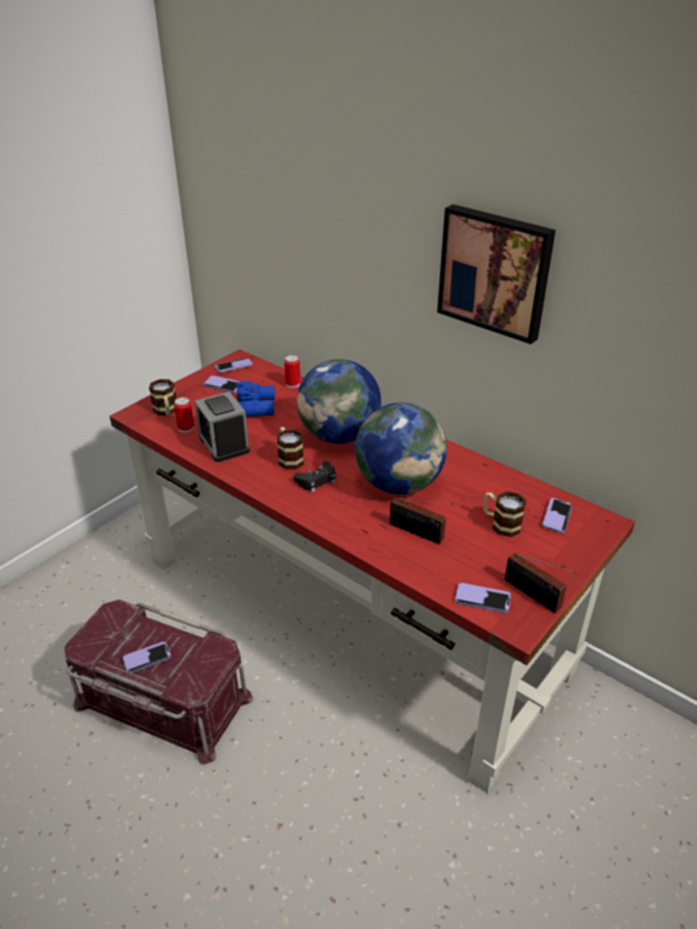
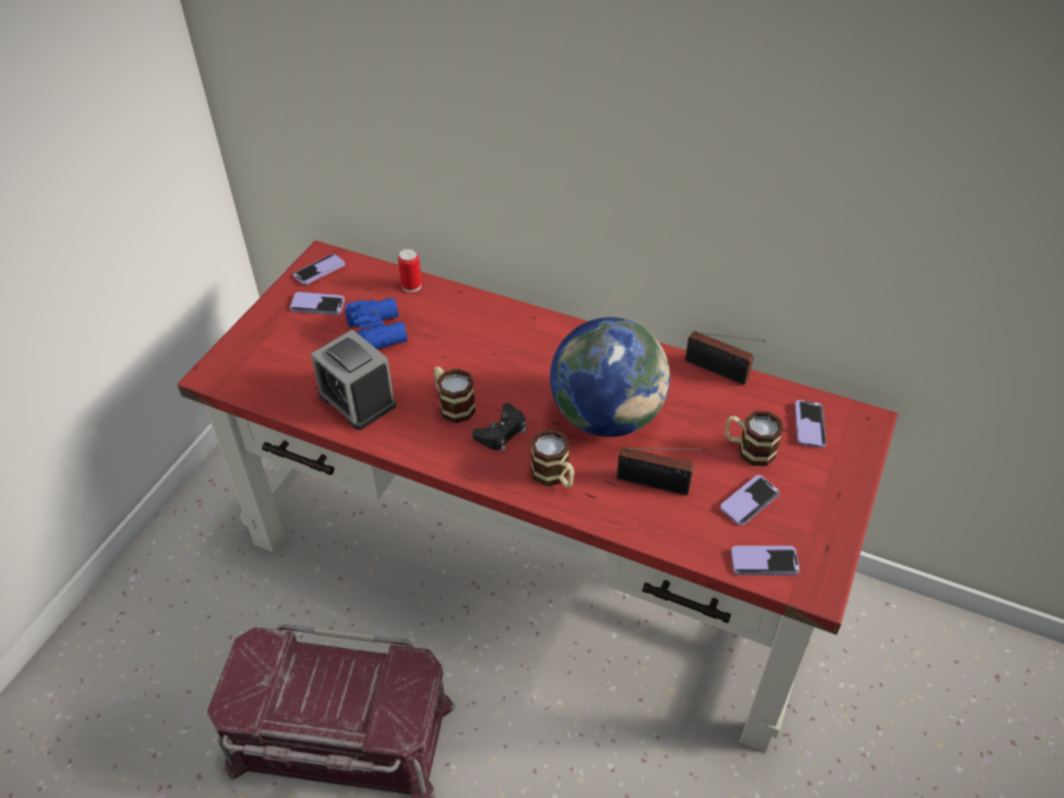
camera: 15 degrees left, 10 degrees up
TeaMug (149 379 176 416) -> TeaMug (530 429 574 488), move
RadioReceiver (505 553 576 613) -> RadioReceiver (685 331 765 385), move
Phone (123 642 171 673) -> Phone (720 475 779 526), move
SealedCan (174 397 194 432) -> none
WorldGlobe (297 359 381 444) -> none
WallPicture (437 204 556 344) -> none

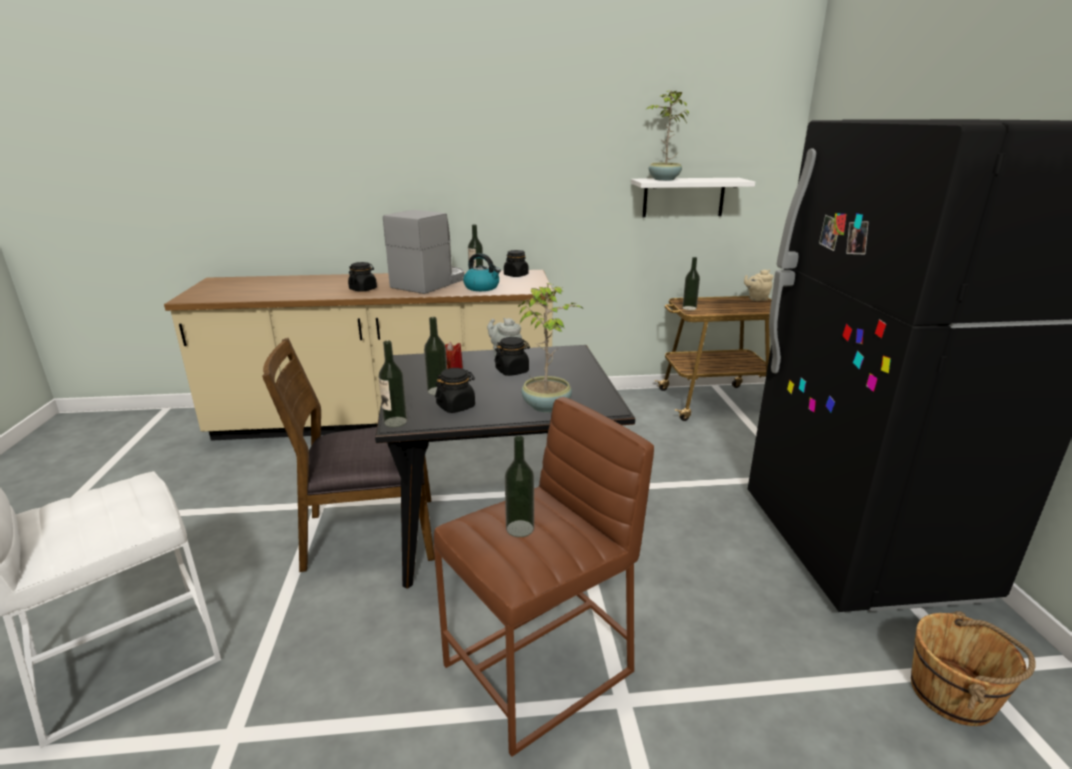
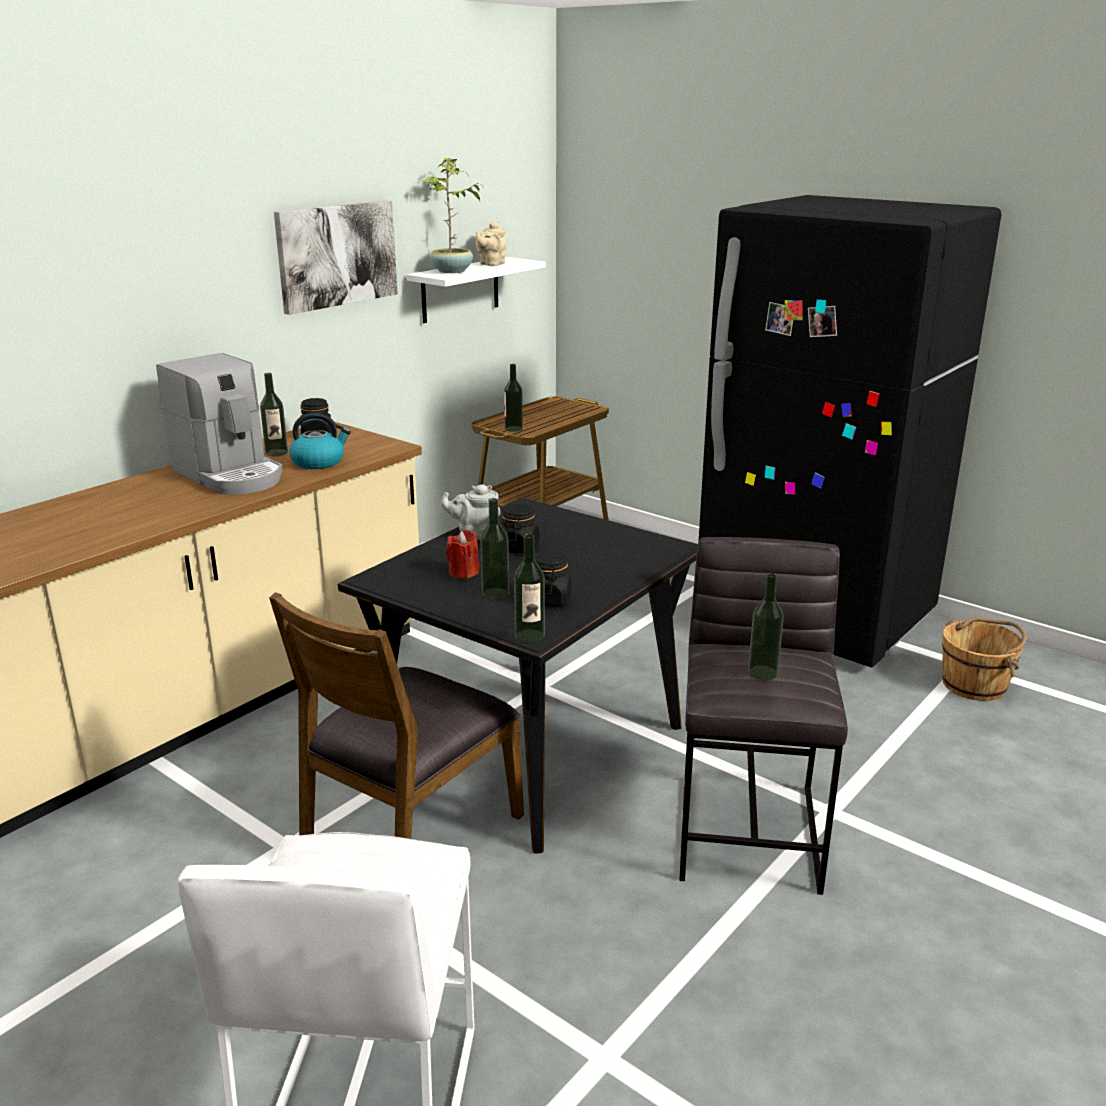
camera: 45 degrees left, 0 degrees up
CoffeeMaker (383 210 464 294) -> CoffeeMaker (156 353 283 495), 150 degrees clockwise
none -> WallPicture (274 200 398 315)
SandColouredTeaPot (744 270 773 301) -> SandColouredTeaPot (476 221 506 266), move
BrownStool (434 397 654 757) -> GreyStool (679 537 848 895)
BlackColouredPreserveJar (348 262 377 292) -> none
PlantInAPot (518 283 582 412) -> none

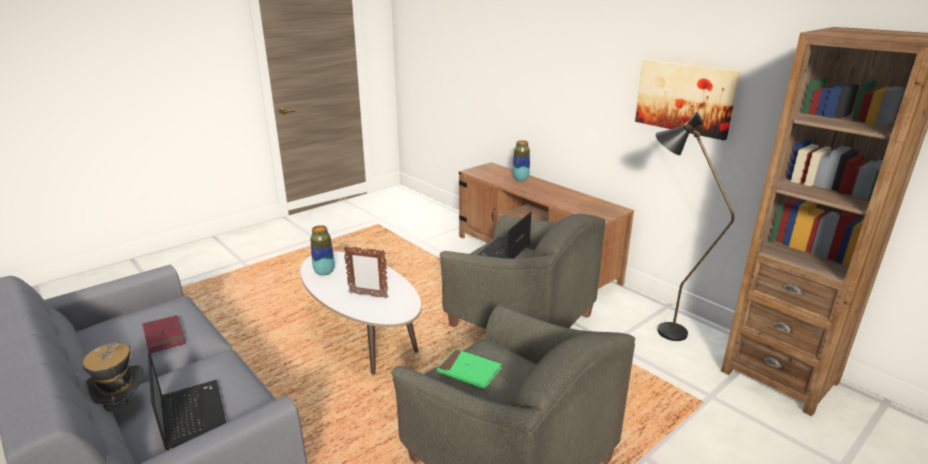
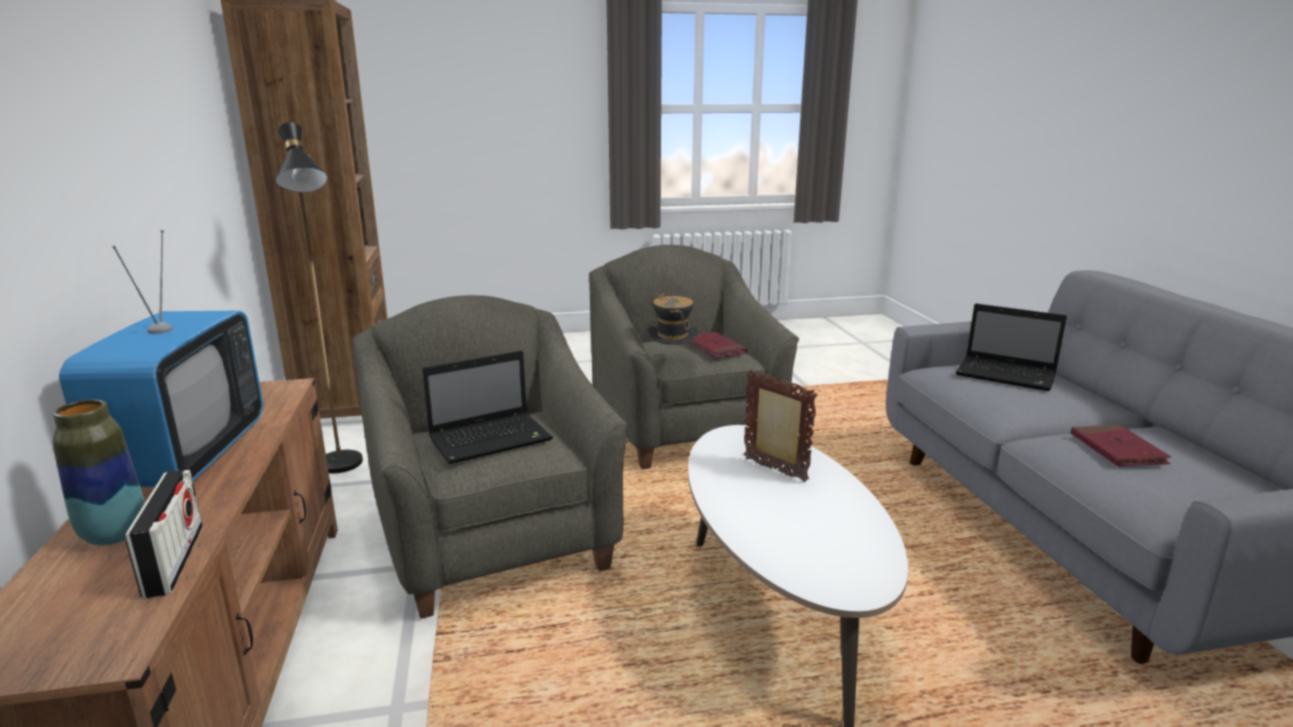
camera: 150 degrees left, 5 degrees down
none -> Tv (59 230 263 487)
none -> RadioReceiver (125 470 203 598)
ClothingHat (83 342 143 420) -> ClothingHat (647 293 699 354), move
GreenishBook (437 349 501 389) -> RedColouredBook (688 332 747 358)
Laptop (148 352 226 450) -> Laptop (956 304 1067 391), 60 degrees counterclockwise
Vase (311 225 335 276) -> none
WallPicture (635 59 740 140) -> none

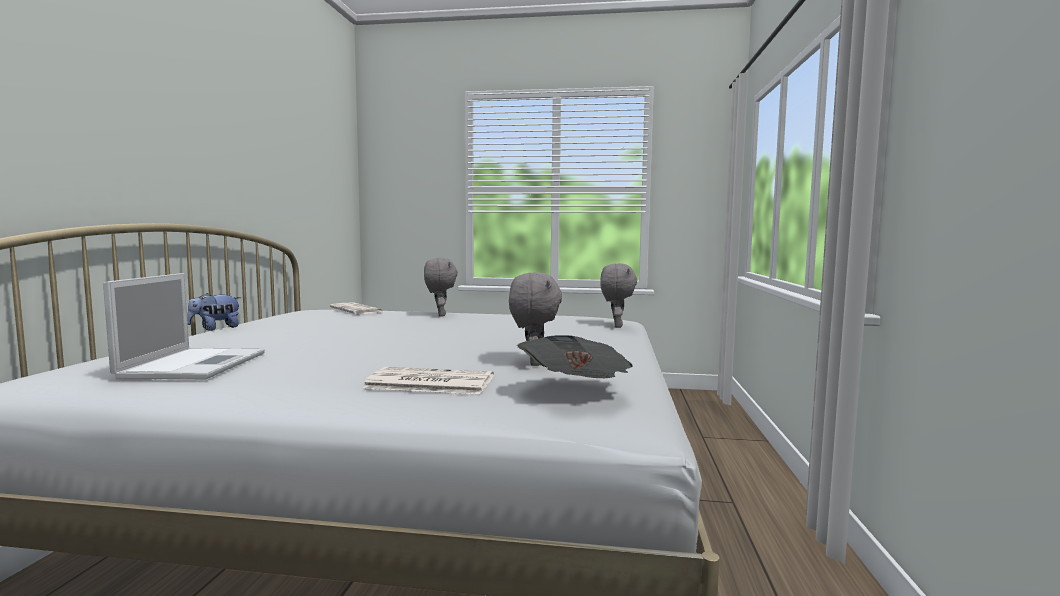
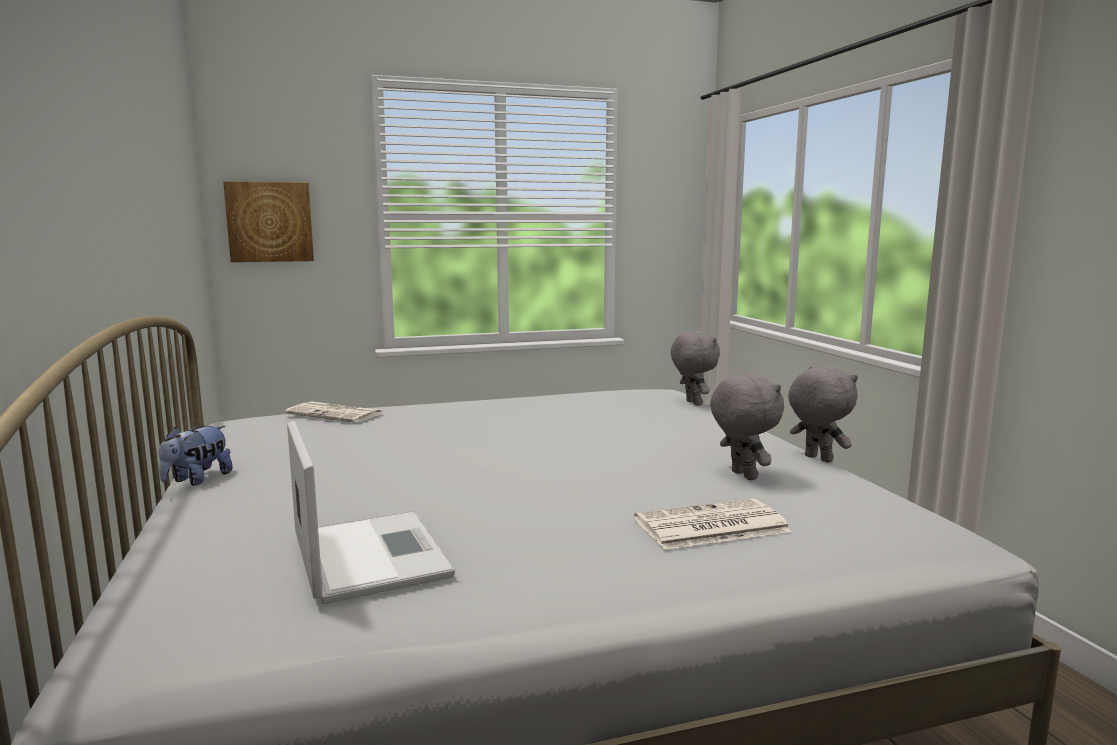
camera: 25 degrees left, 5 degrees up
none -> WallPicture (223 181 314 262)
GreyCuddlyToy (424 258 458 317) -> GreyCuddlyToy (788 366 858 463), move
Newspaper (517 335 633 378) -> none

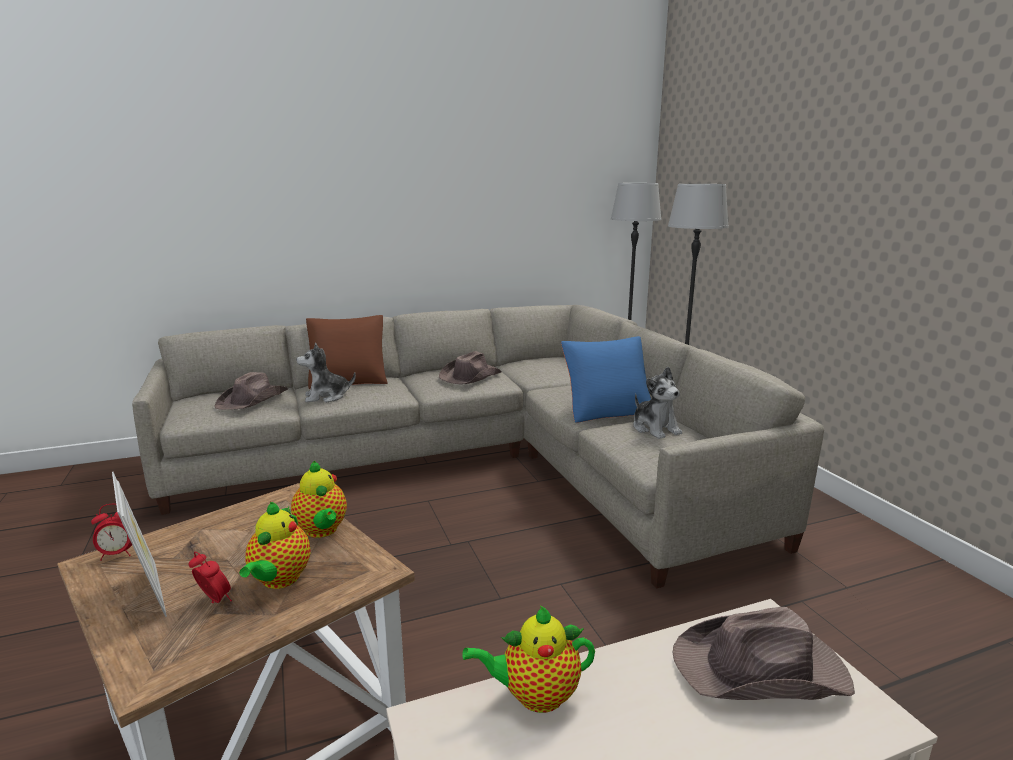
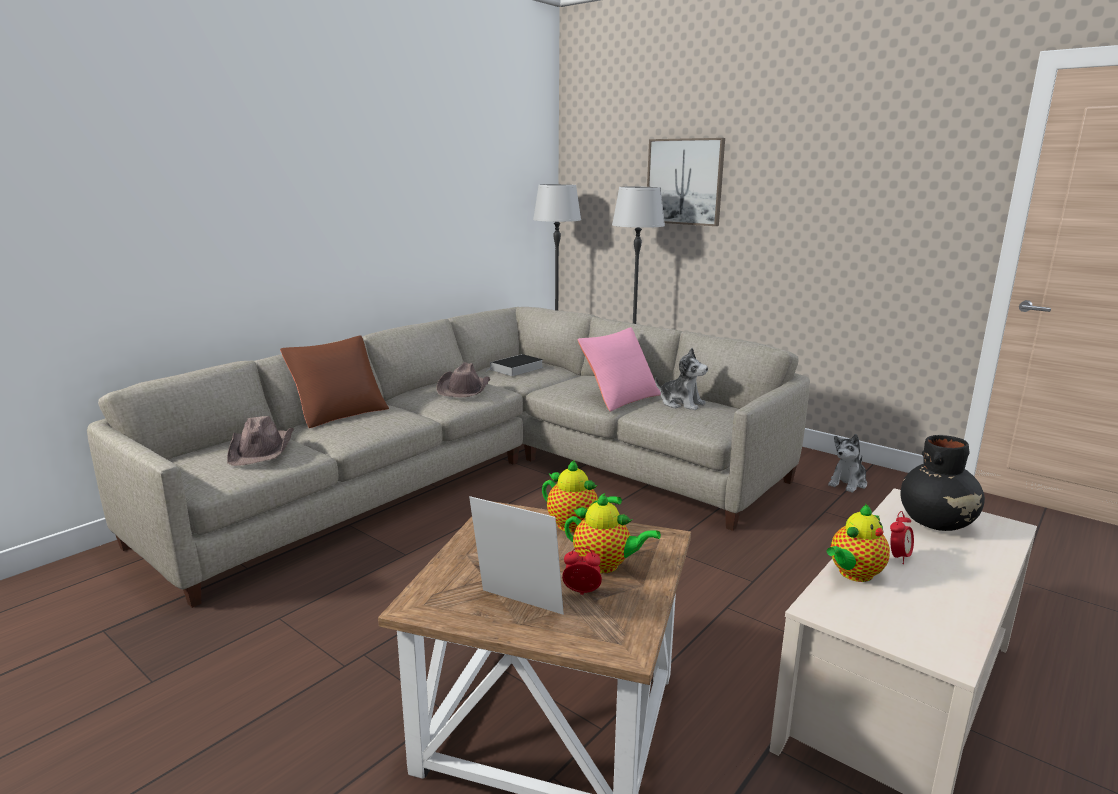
camera: 30 degrees left, 0 degrees up
none -> Book (486 354 543 376)
TeaPot (239 502 310 589) -> TeaPot (564 493 661 573), 45 degrees counterclockwise
BluishPillow (561 336 651 423) -> PinkColouredPillow (578 327 661 412)
none -> WallPicture (647 138 725 226)
CuddlyToy (296 343 356 402) -> CuddlyToy (828 434 867 493), move
AlarmClock (91 504 132 561) -> AlarmClock (890 511 914 564), move
BrownClothingHat (673 607 855 700) -> BlackColouredVase (900 435 985 531)

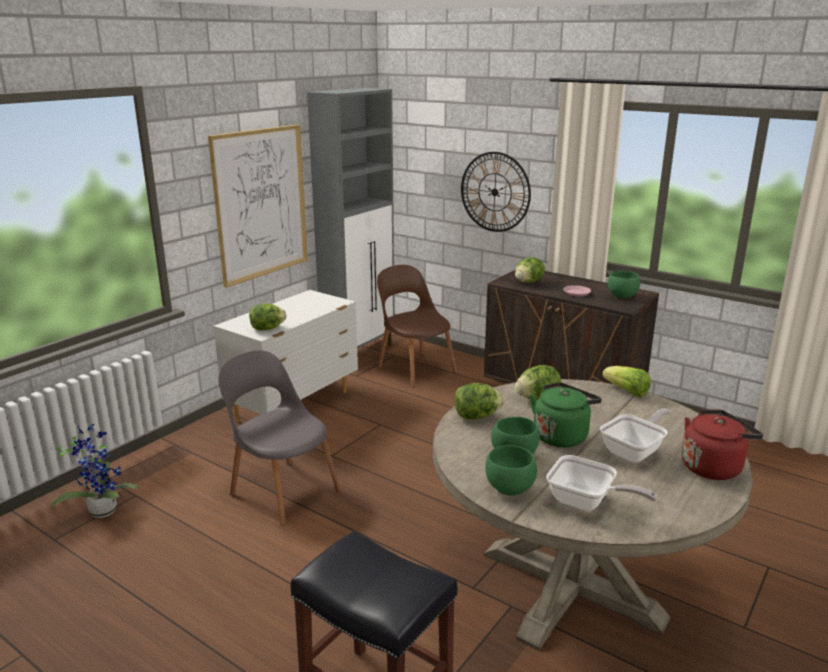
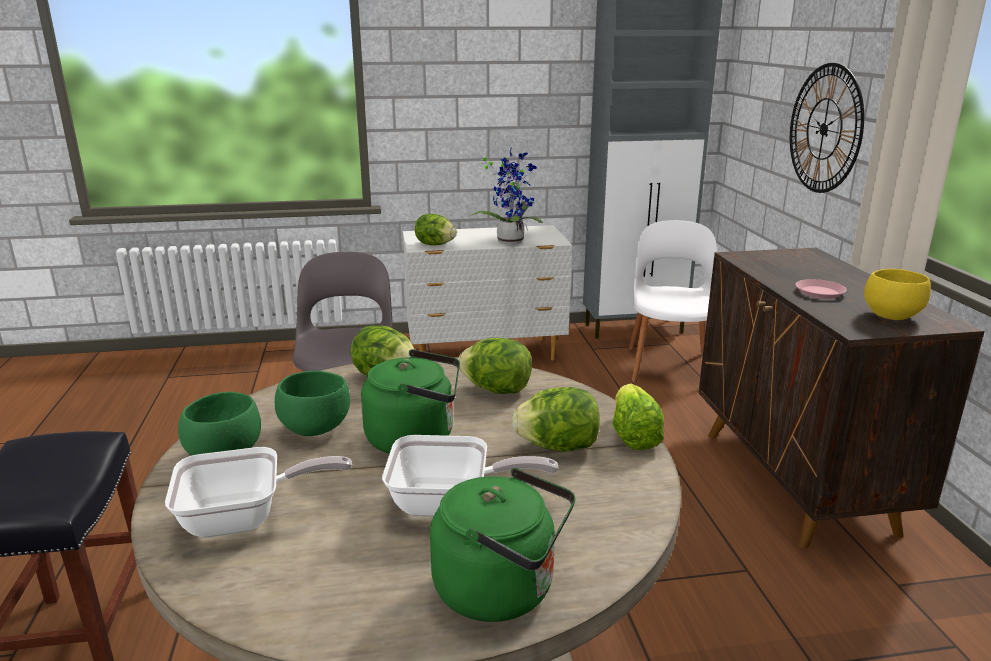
camera: 45 degrees right, 0 degrees up
Pan (546 455 657 511) -> Pan (165 447 352 538), 90 degrees counterclockwise
RedColouredWaterKettle (682 409 763 480) -> GreenishWaterKettle (430 468 575 622)
PlantInAPot (51 423 138 518) -> PlantInAPot (469 147 543 244), move
LettuceHead (515 258 545 283) -> LettuceHead (512 387 600 452), move
BrownUprightChair (377 265 457 387) -> WhitishUprightChair (629 220 717 382)
GreenishServingBowl (608 271 640 298) -> YellowishServingBowl (864 269 931 320)
WallPicture (208 125 308 287) -> none

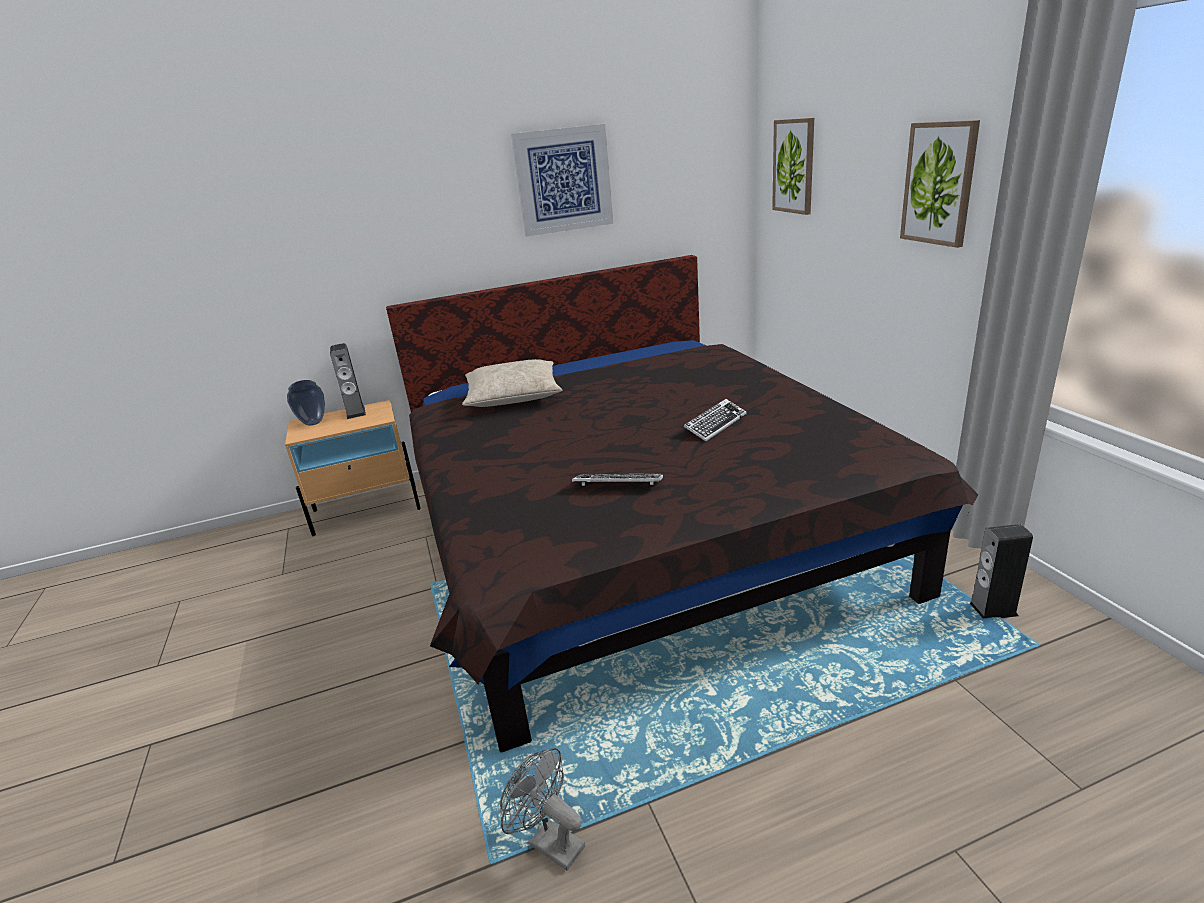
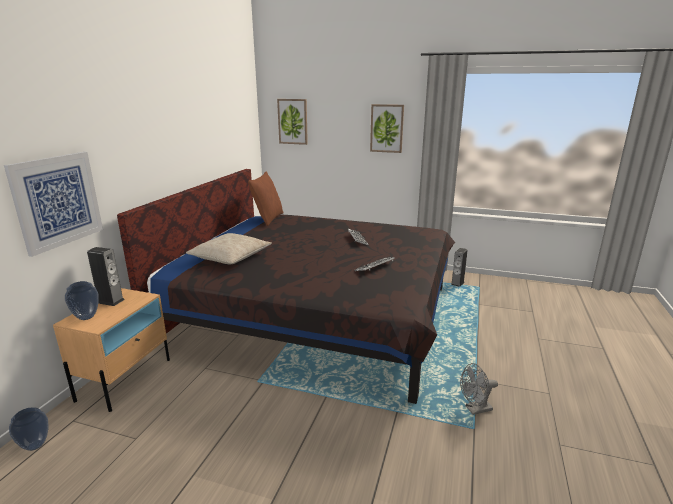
camera: 55 degrees left, 5 degrees down
WallPicture (511 124 613 237) -> WallPicture (4 152 103 257), move
none -> Vase (9 407 49 451)
none -> BrownPillow (248 172 284 226)

